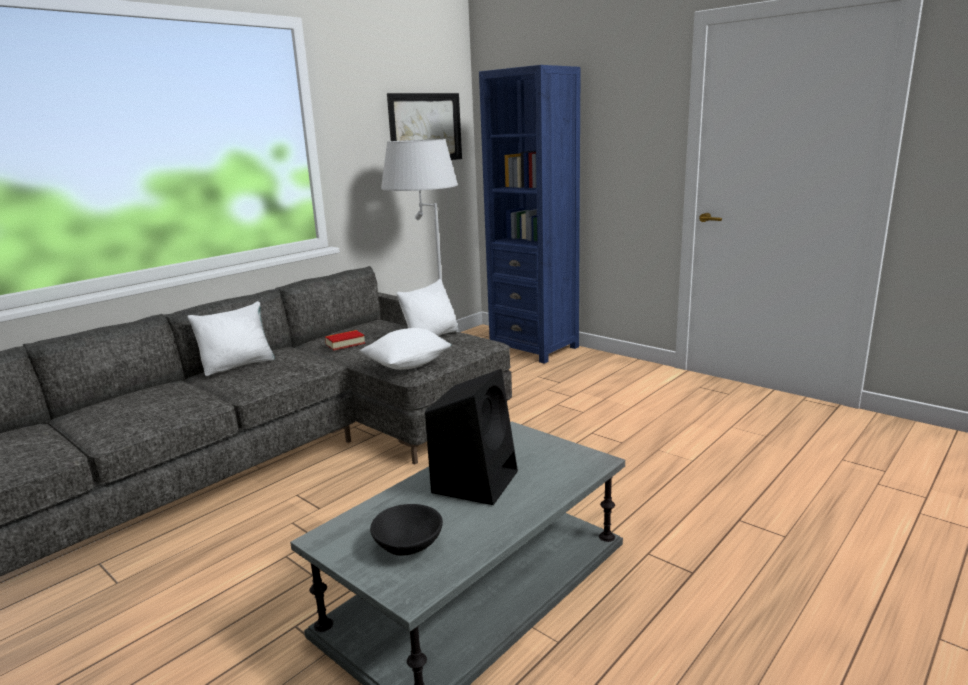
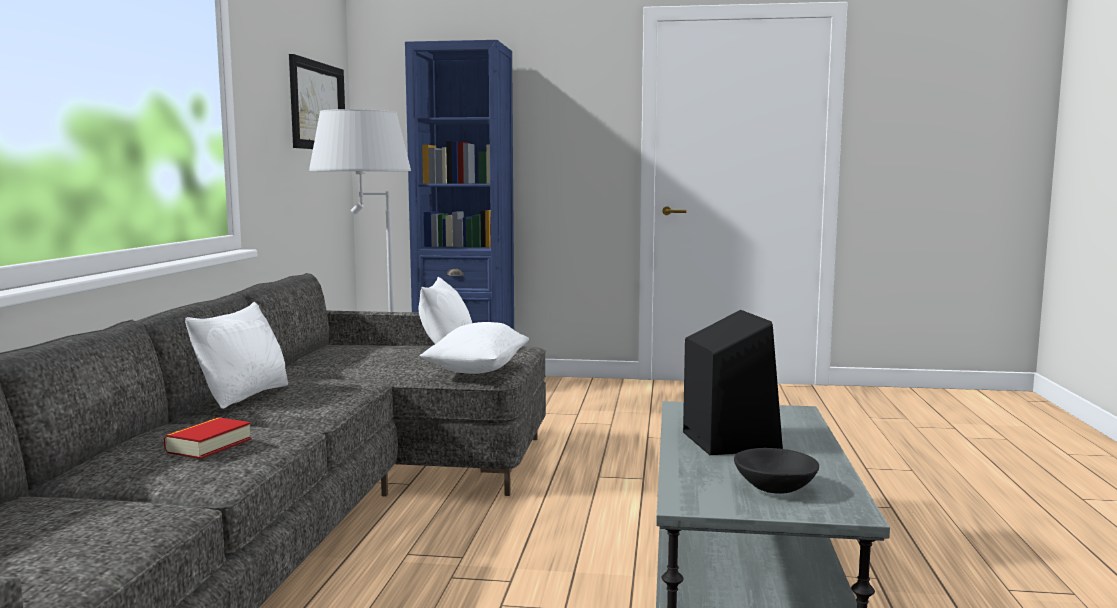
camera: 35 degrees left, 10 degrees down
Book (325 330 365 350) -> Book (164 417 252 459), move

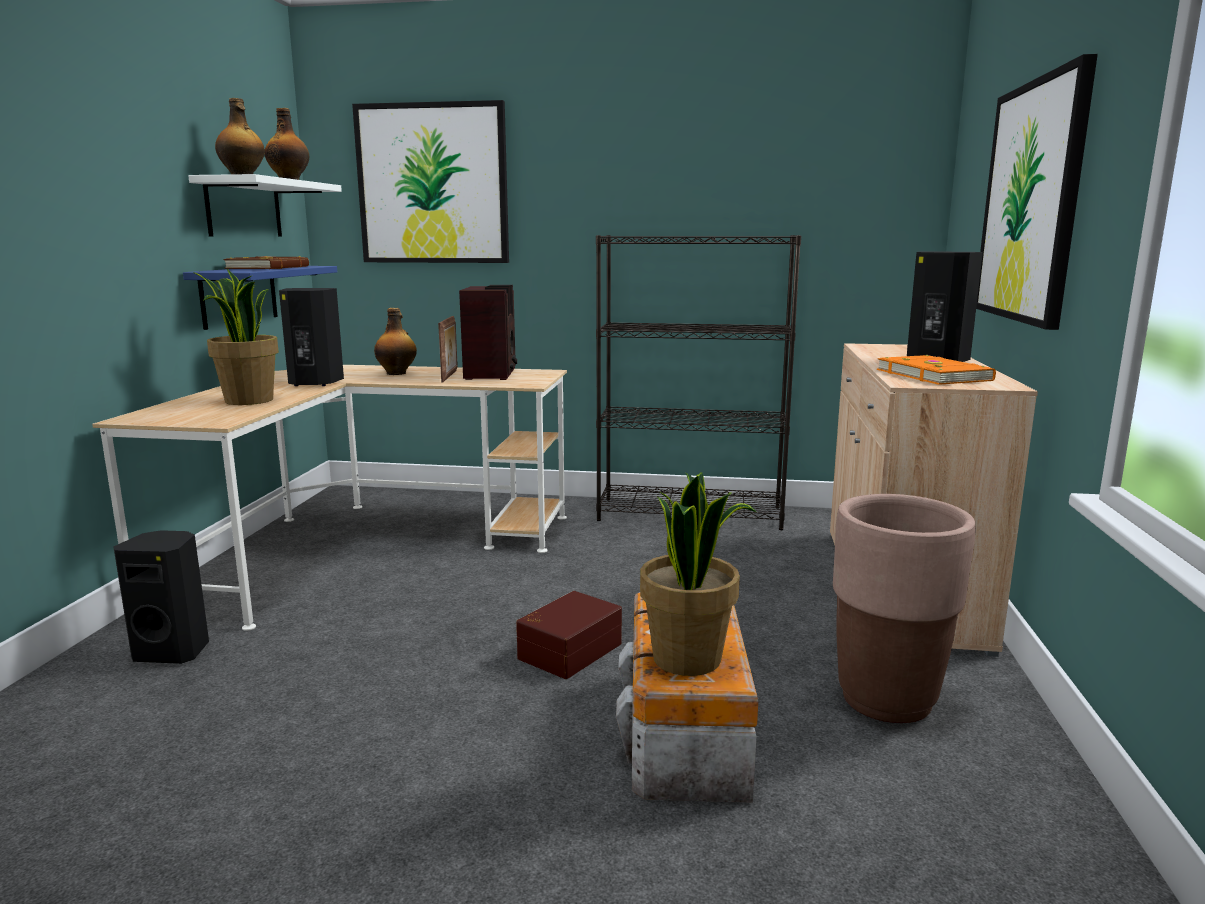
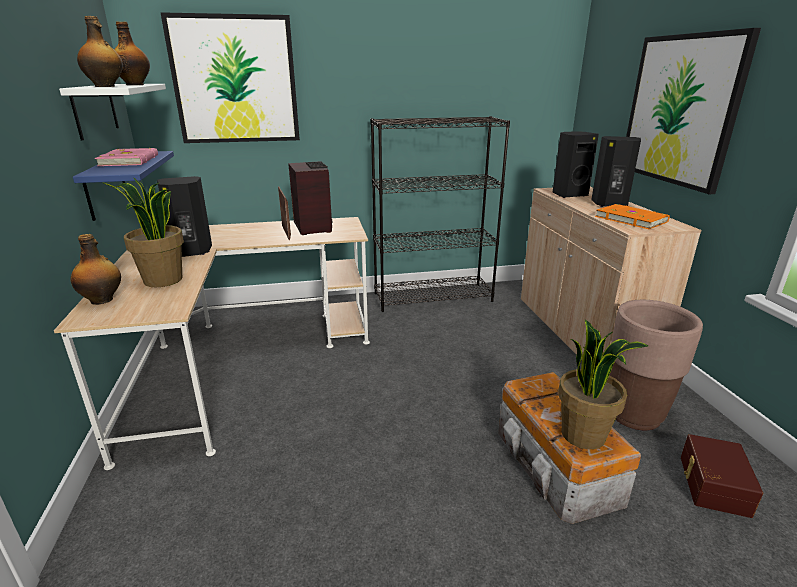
camera: 20 degrees left, 10 degrees up
BeverageBottle (374 308 417 375) -> BeverageBottle (70 234 121 305), move
BrownBook (223 256 309 269) -> PinkColouredBook (95 148 158 166)
BlackColouredAudioSpeaker (113 530 209 664) -> BlackColouredAudioSpeaker (553 131 599 198), move
BrownStorageBox (516 591 622 679) -> BrownStorageBox (681 434 763 518), move

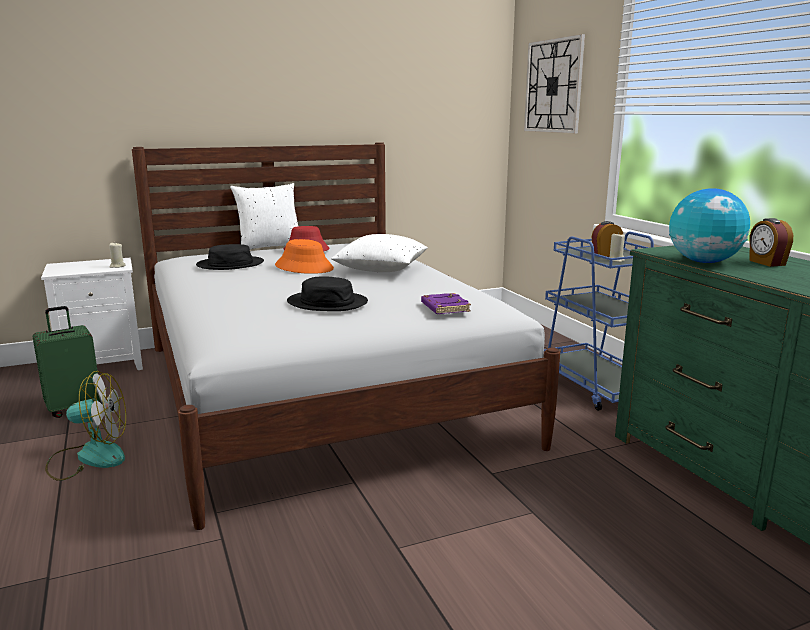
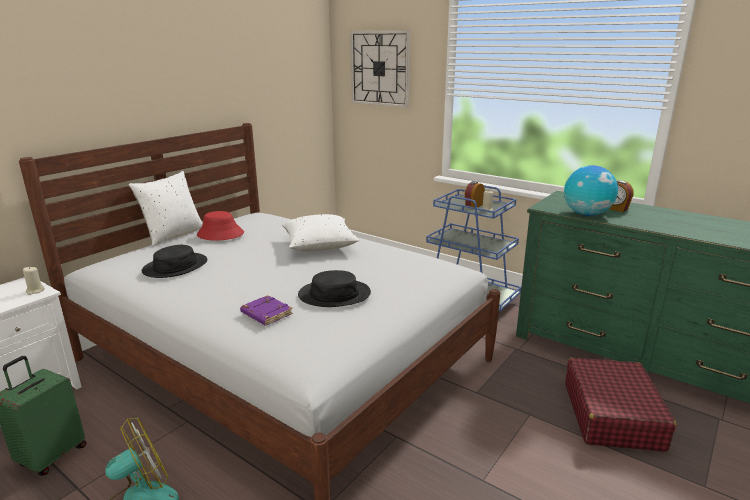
camera: 30 degrees left, 5 degrees up
PurpleColouredBook (421 293 471 314) -> PurpleColouredBook (240 295 293 326), move
none -> RedColouredTravelCase (565 358 677 452)
OrangeyClothingHat (275 239 334 274) -> none

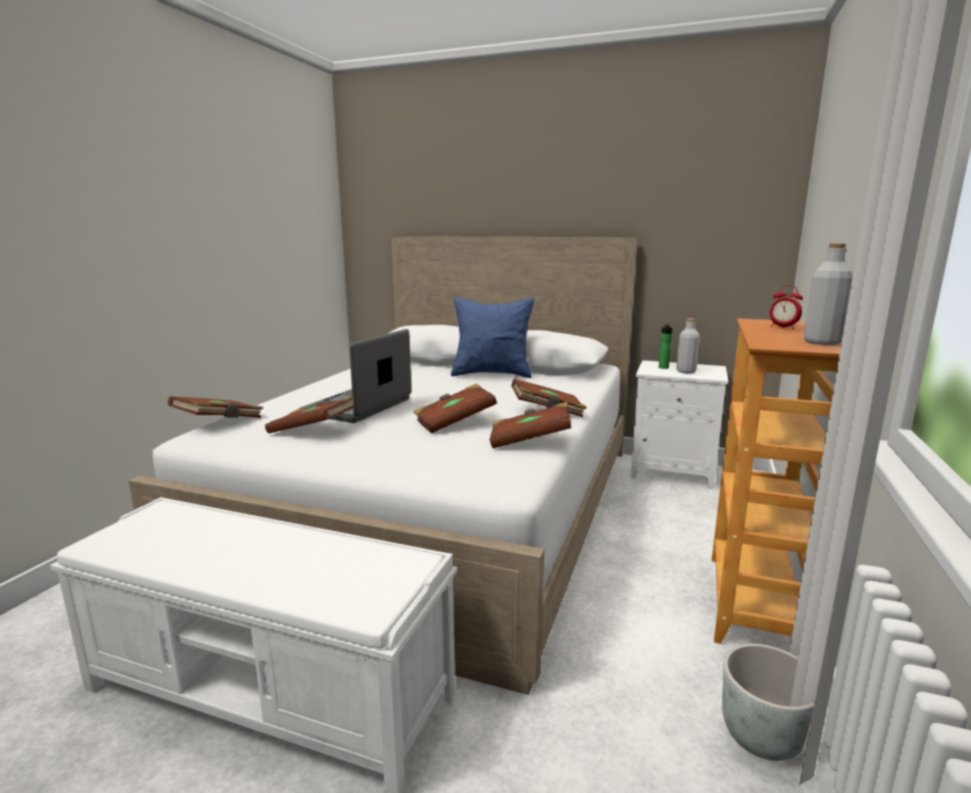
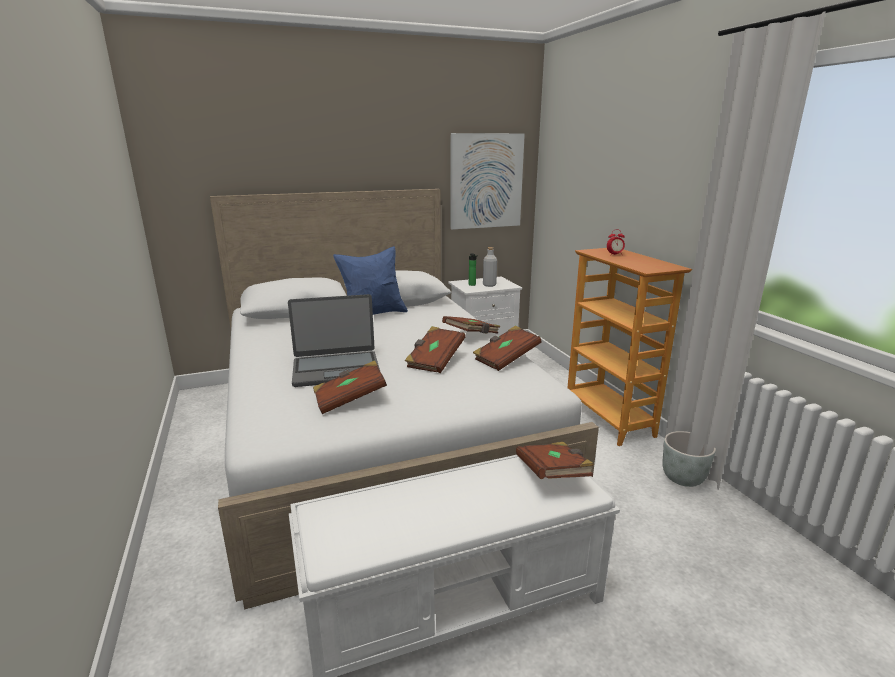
camera: 40 degrees left, 5 degrees up
Laptop (299 329 411 423) -> Laptop (288 294 380 387), 90 degrees counterclockwise
none -> WallPicture (450 133 525 230)
BrownBook (168 396 263 418) -> BrownBook (516 442 594 479), move
GreyBeverageBottle (803 243 853 345) -> none

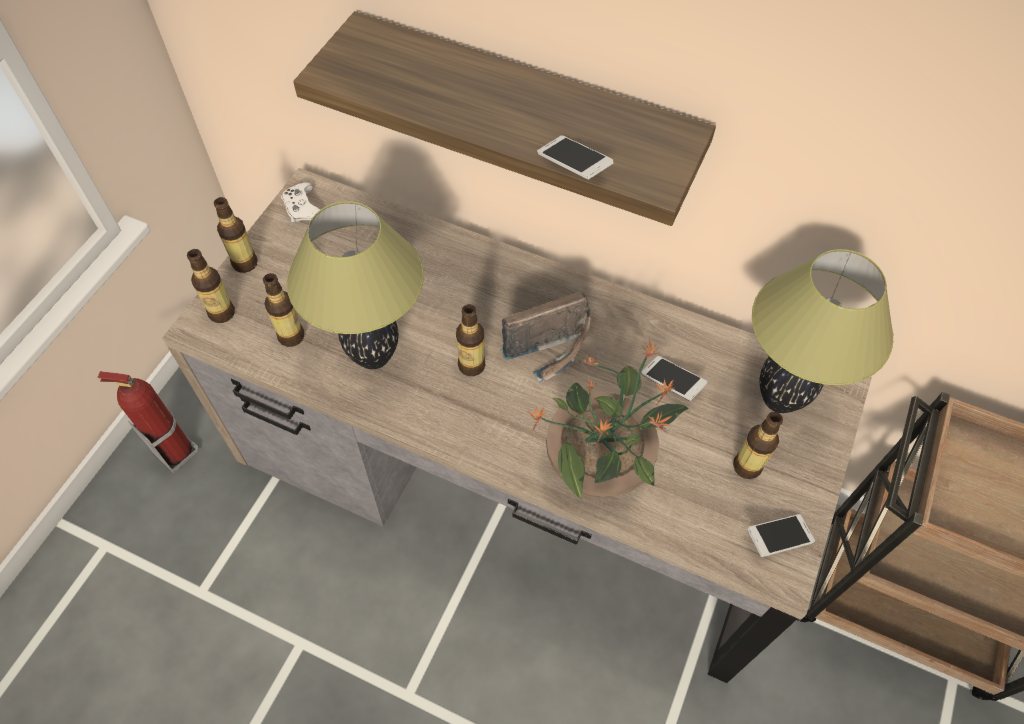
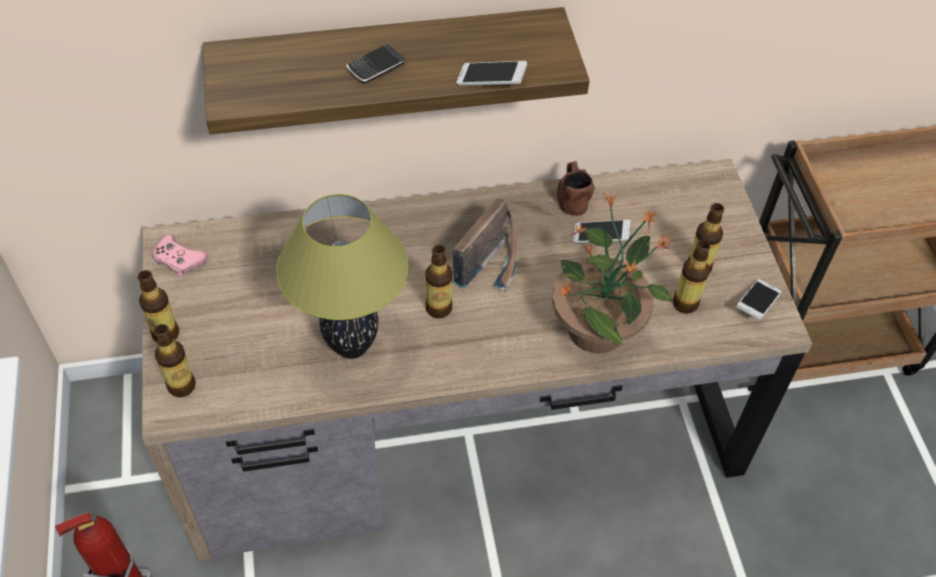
camera: 35 degrees left, 5 degrees down
WhitishJoypad (281 182 320 222) -> PinkColouredJoypad (153 234 207 276)
none -> Phone (347 44 406 84)
none -> BrownTeaMug (557 161 595 216)
BeverageBottle (263 273 304 347) -> BeverageBottle (673 240 710 314), move
TabletopLamp (752 249 893 413) -> none

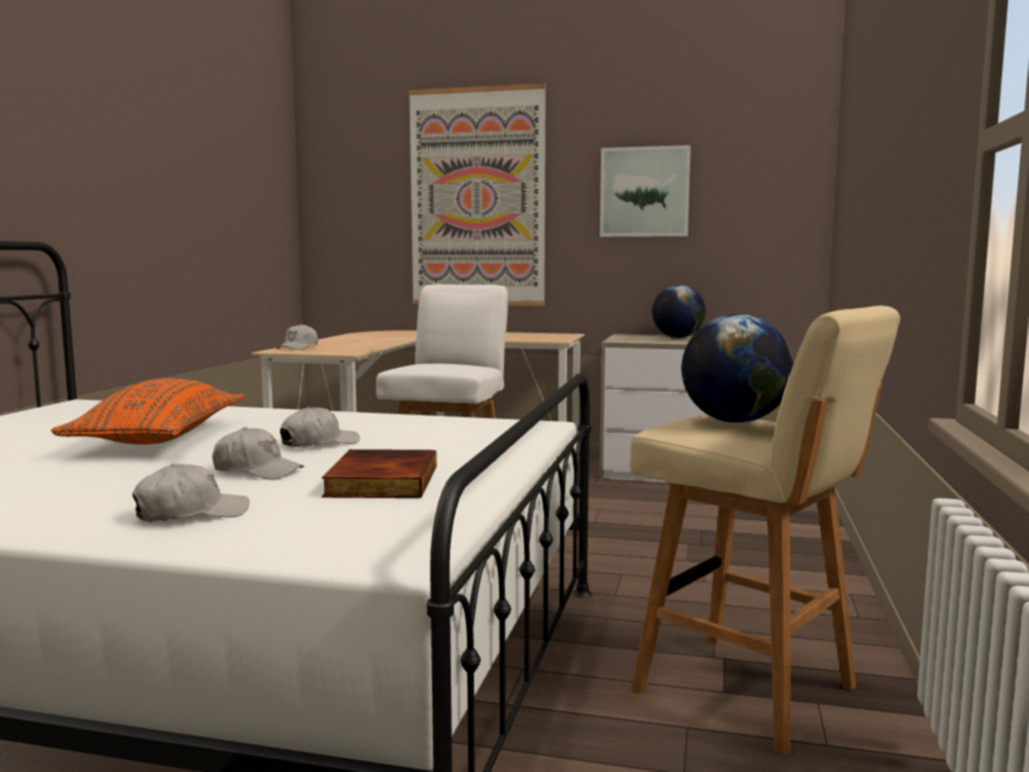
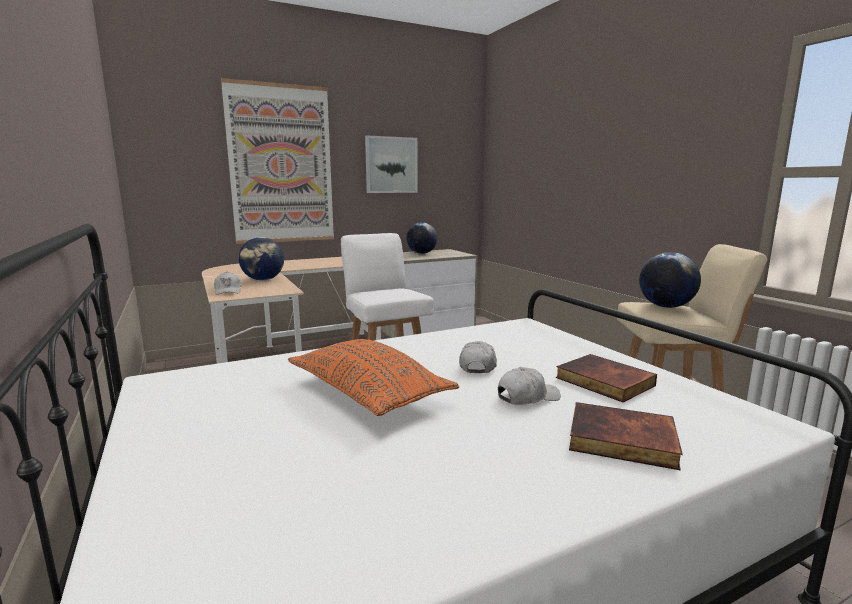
camera: 40 degrees left, 5 degrees up
none -> WorldGlobe (239 237 284 281)
WhitishPeakedCap (132 464 249 522) -> Book (569 402 683 470)

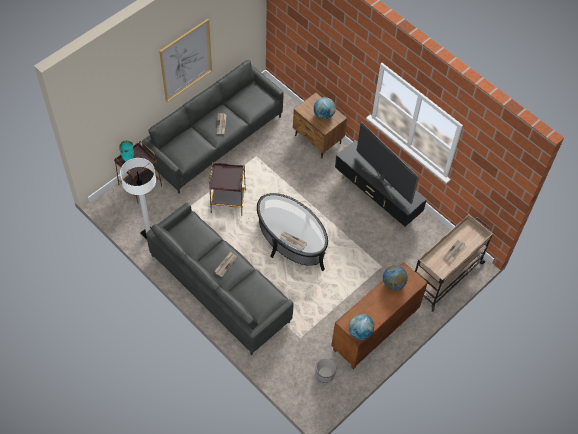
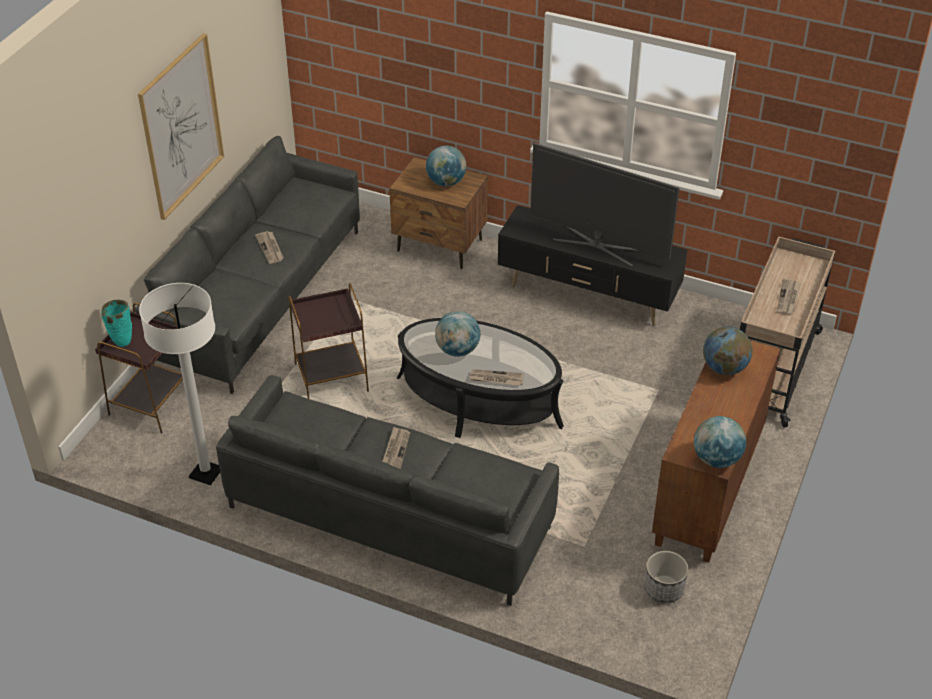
camera: 20 degrees left, 15 degrees down
none -> WorldGlobe (435 311 480 357)

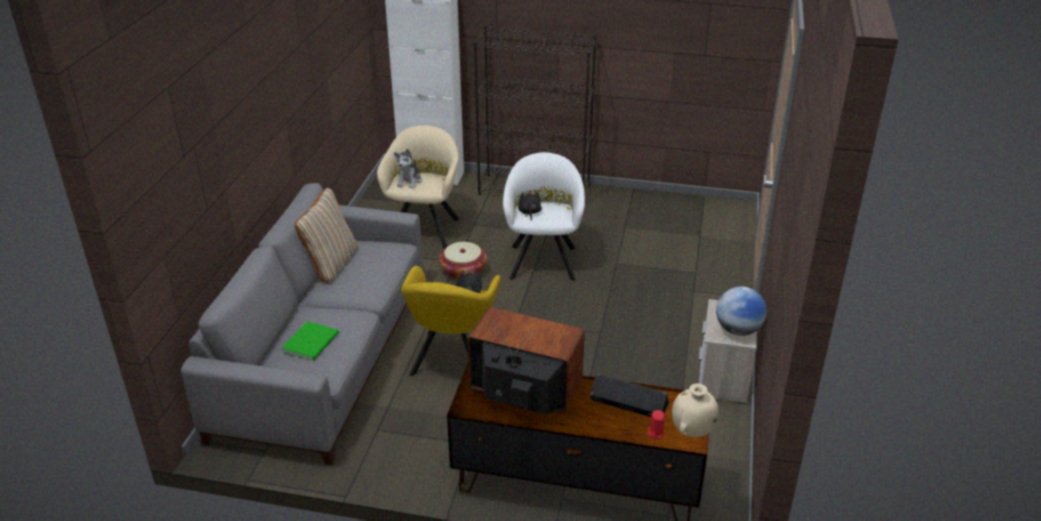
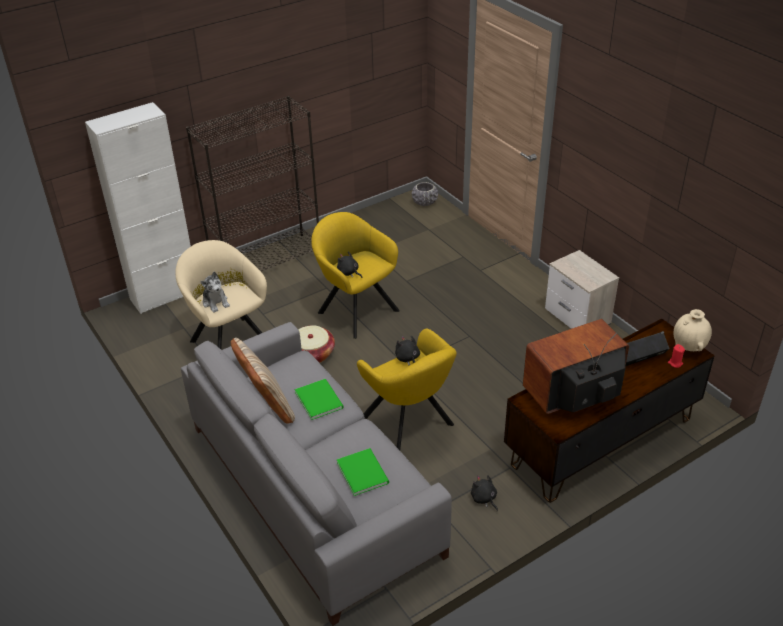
camera: 45 degrees left, 5 degrees up
none -> GreenishBook (295 379 344 420)
WhitishArmchair (503 152 585 281) -> YellowishArmchair (311 212 400 339)
none -> GreyPlantPot (412 182 438 206)
none -> BlackColouredCuddlyToy (471 475 498 512)
WorldGlobe (716 286 767 336) -> none

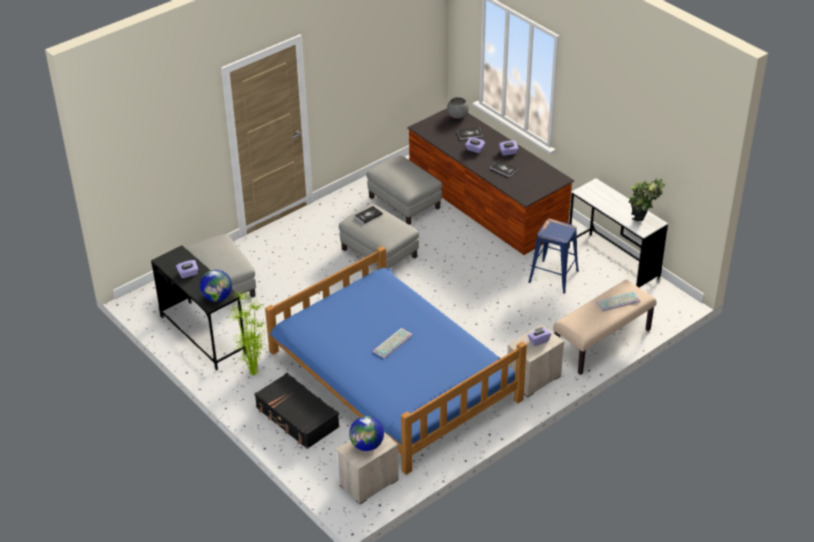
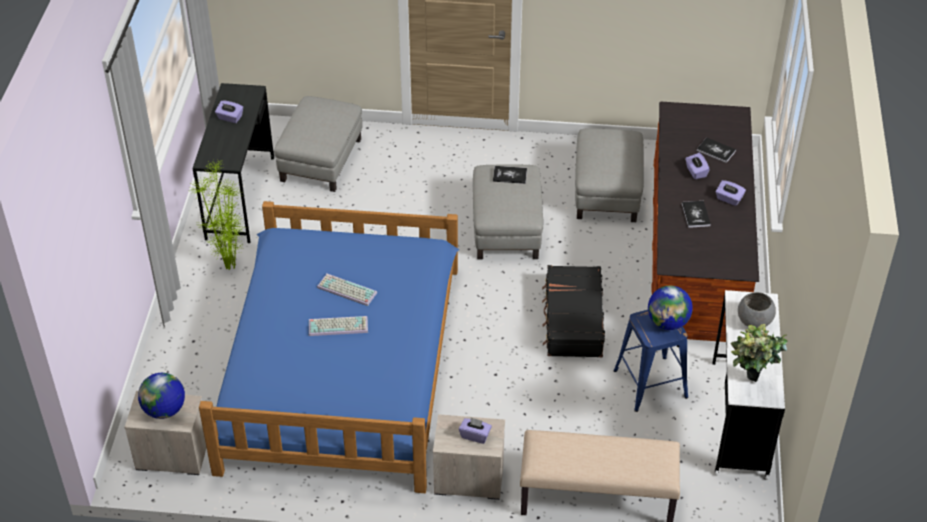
camera: 45 degrees right, 5 degrees up
Keyboard (596 291 640 312) -> Keyboard (317 274 377 306), move
BlackColouredTravelCase (255 373 340 449) -> BlackColouredTravelCase (542 265 605 357), move
WorldGlobe (200 270 232 302) -> WorldGlobe (648 285 693 330), move
GreyServingBowl (447 97 469 119) -> GreyServingBowl (738 292 776 327), move

